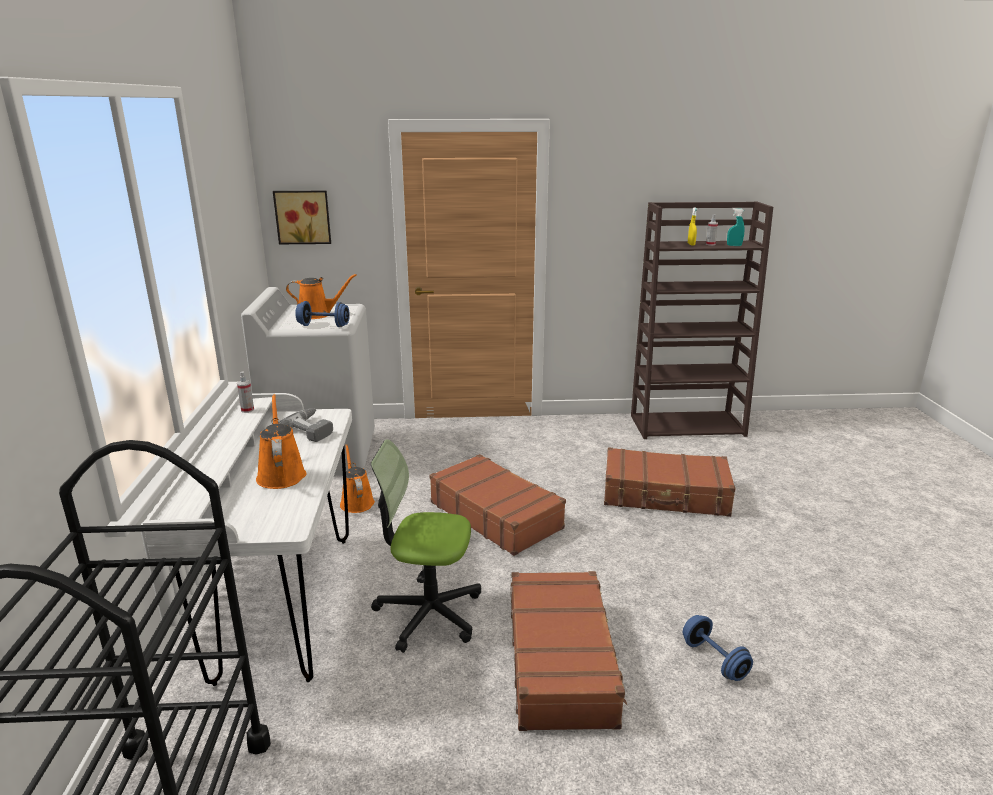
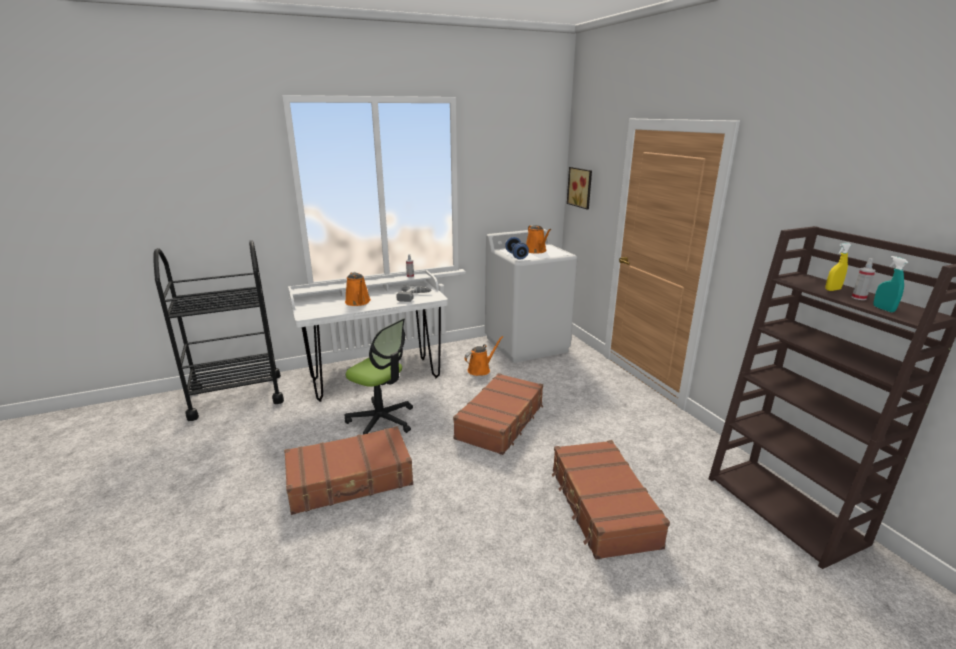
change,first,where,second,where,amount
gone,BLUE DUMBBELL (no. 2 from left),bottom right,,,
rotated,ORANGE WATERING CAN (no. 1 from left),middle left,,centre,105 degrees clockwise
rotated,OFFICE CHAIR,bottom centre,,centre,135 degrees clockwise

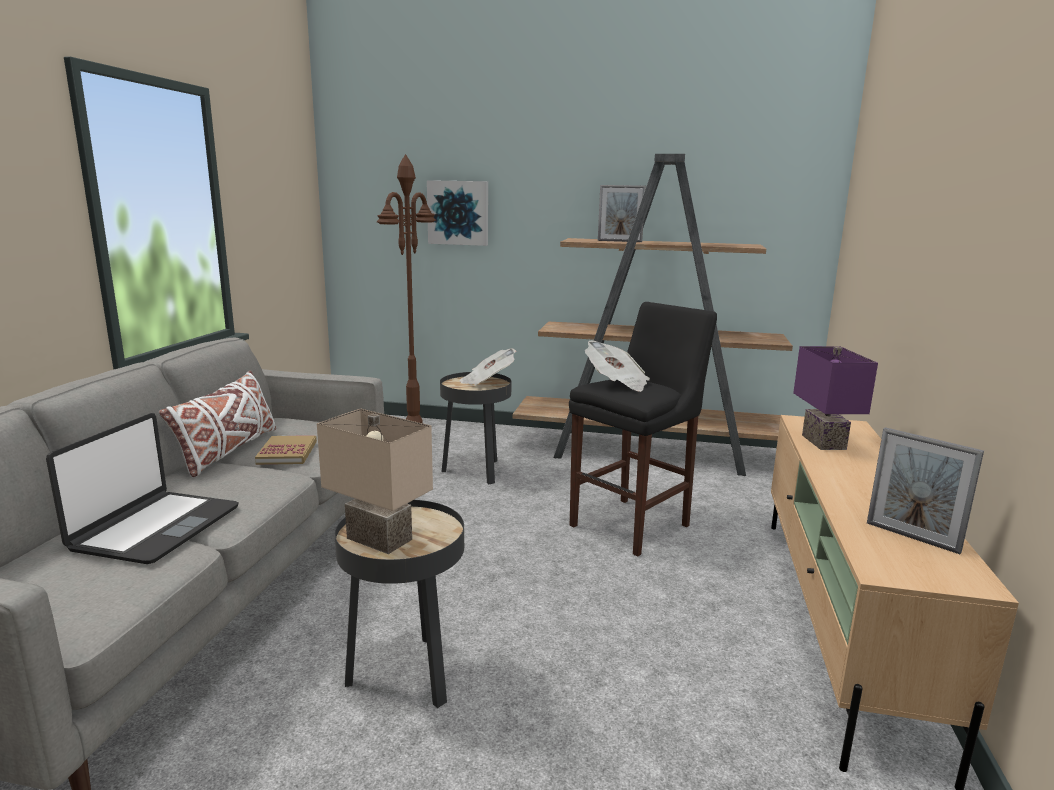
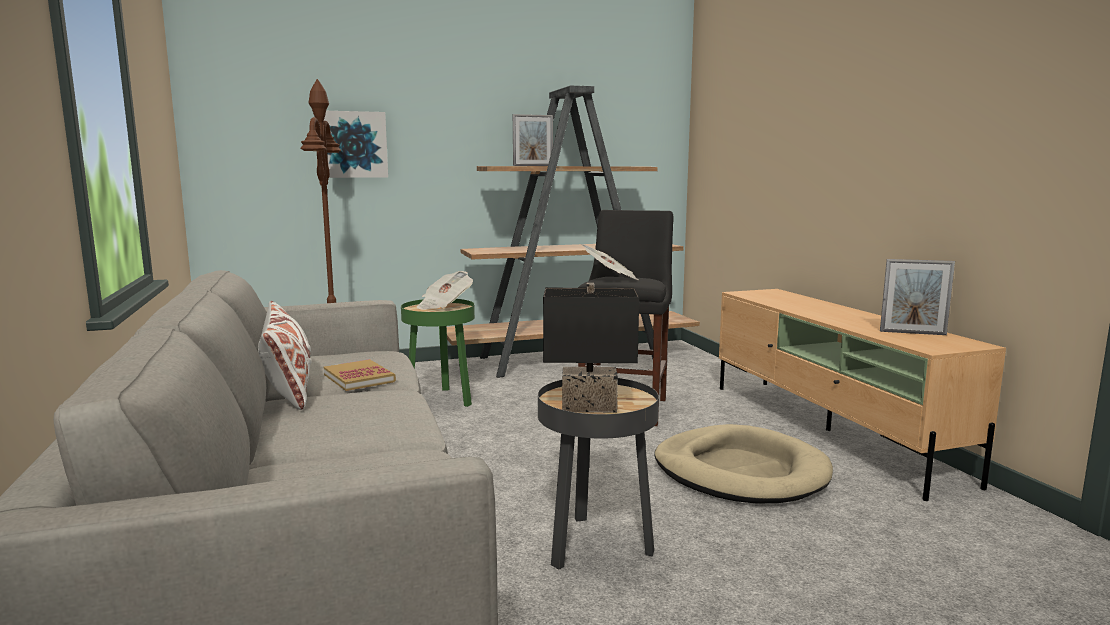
change,first,where,second,where,amount
gone,LAPTOP,middle left,,,
gone,PURPLE TABLE LAMP,middle right,,,
new,,,BEIGE DOG BED,bottom right,
repainted,BEIGE TABLE LAMP,centre,BLACK TABLE LAMP,centre,
repainted,BLACK SIDE TABLE (no. 2 from left),centre,GREEN SIDE TABLE,centre,

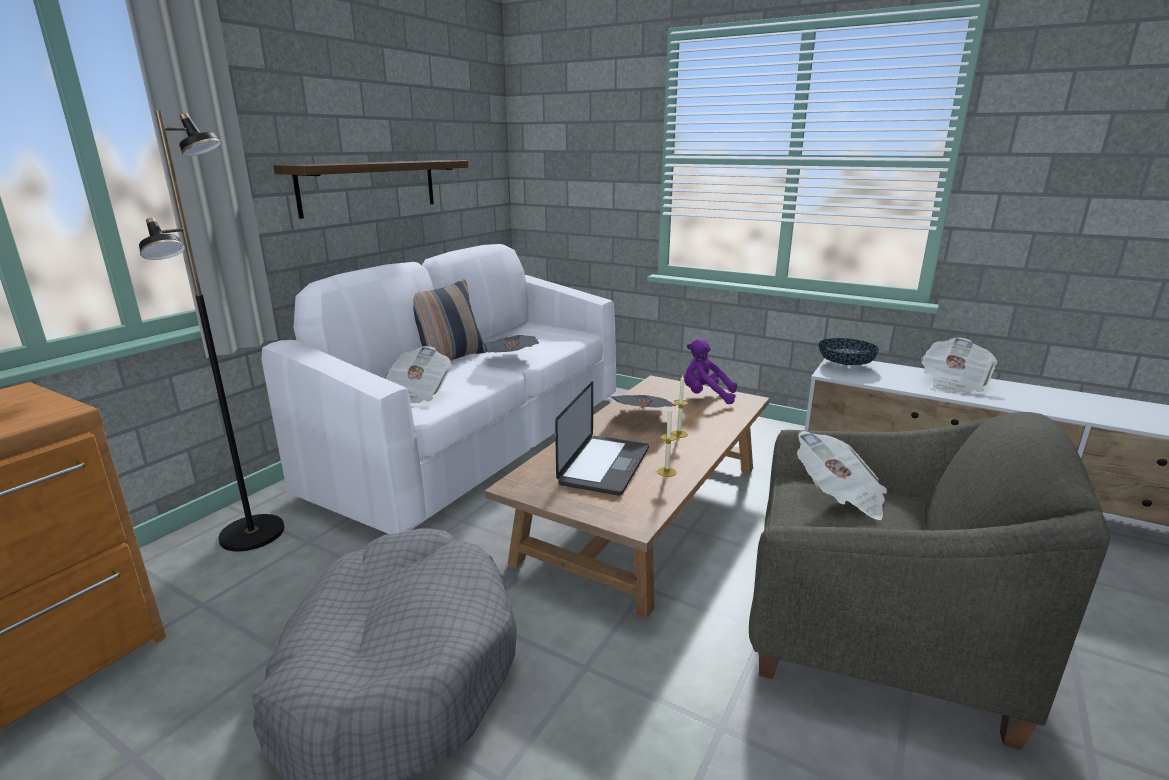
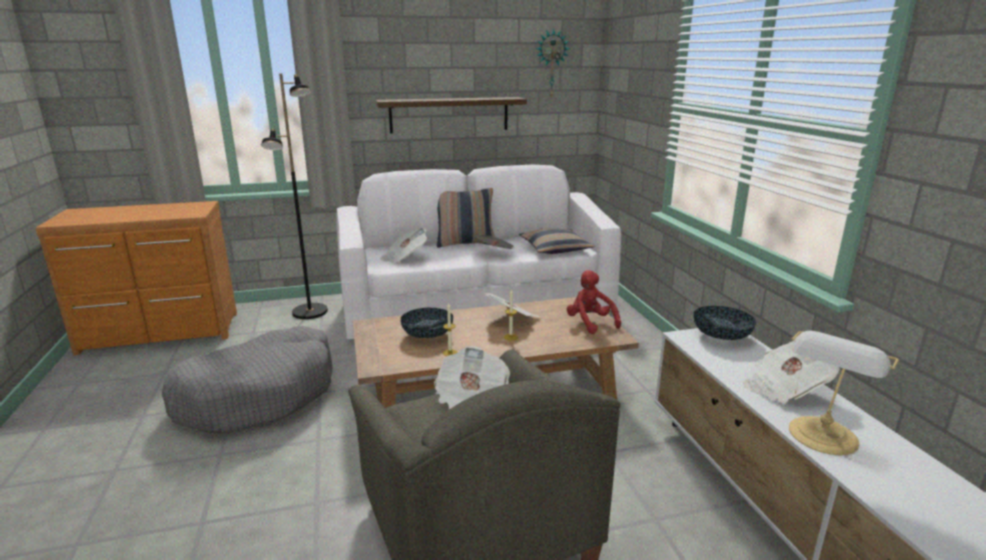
change,first,where,second,where,amount
new,,,PILLOW (no. 2 from left),centre,
new,,,WALL CLOCK,top centre,
new,,,TABLE LAMP,bottom right,
swapped,LAPTOP,centre,BOWL (no. 1 from left),centre,
repainted,PURPLE PLUSH TOY,centre,RED PLUSH TOY,centre,

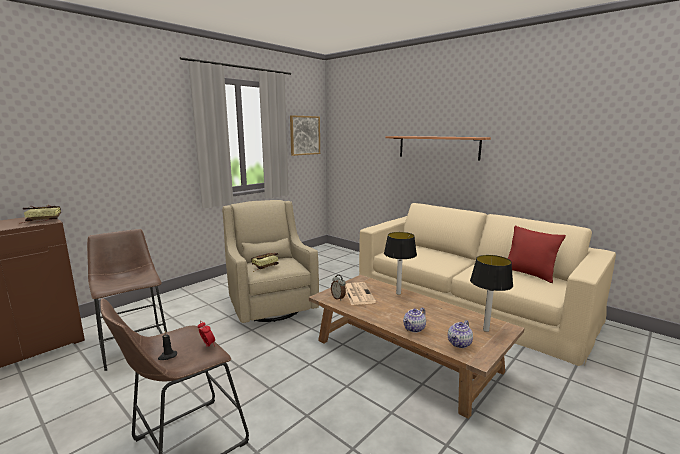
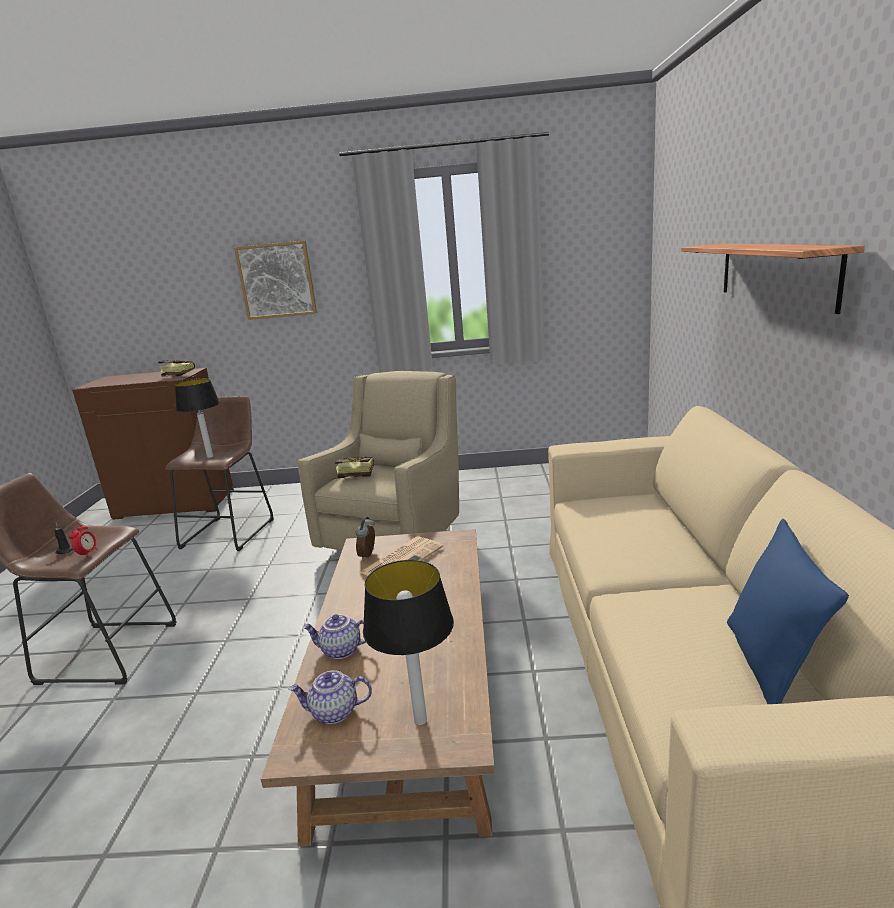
change,first,where,second,where,amount
shifted,PICTURE,top centre,,top left,
shifted,TABLE LAMP (no. 1 from left),centre,,middle left,
repainted,RED PILLOW,middle right,BLUE PILLOW,bottom right,

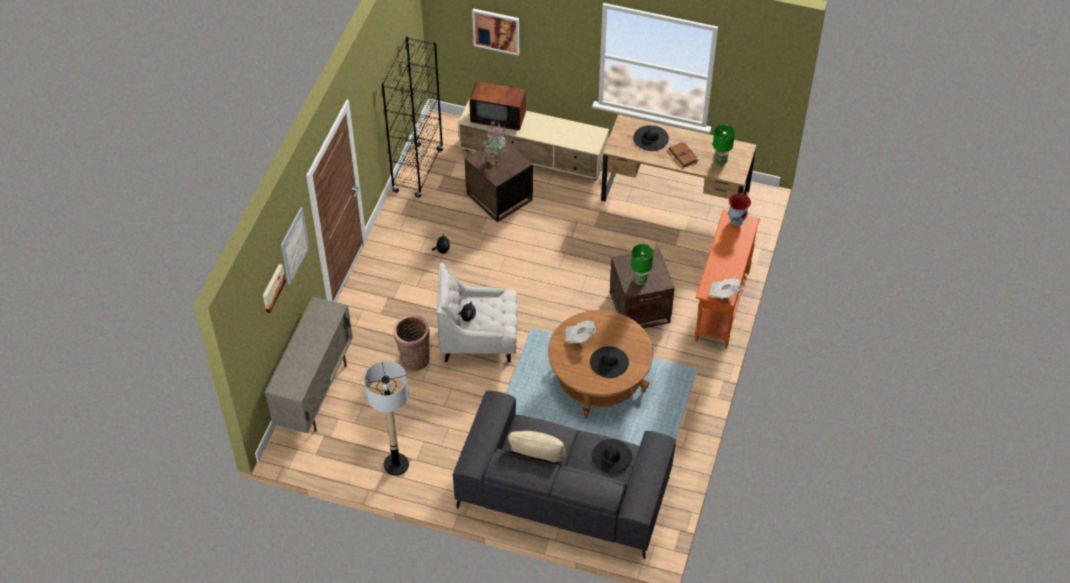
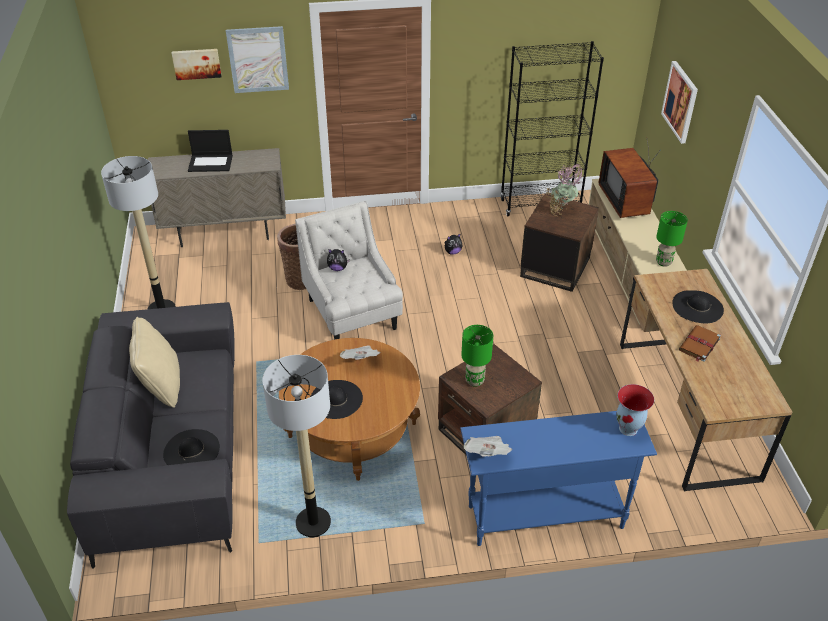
change,first,where,second,where,amount
new,,,LAPTOP,top left,
new,,,FLOOR LAMP (no. 2 from left),bottom centre,
shifted,GREEN TABLE LAMP (no. 2 from left),top right,,middle right,
repainted,ORANGE CONSOLE TABLE,middle right,BLUE CONSOLE TABLE,bottom right,

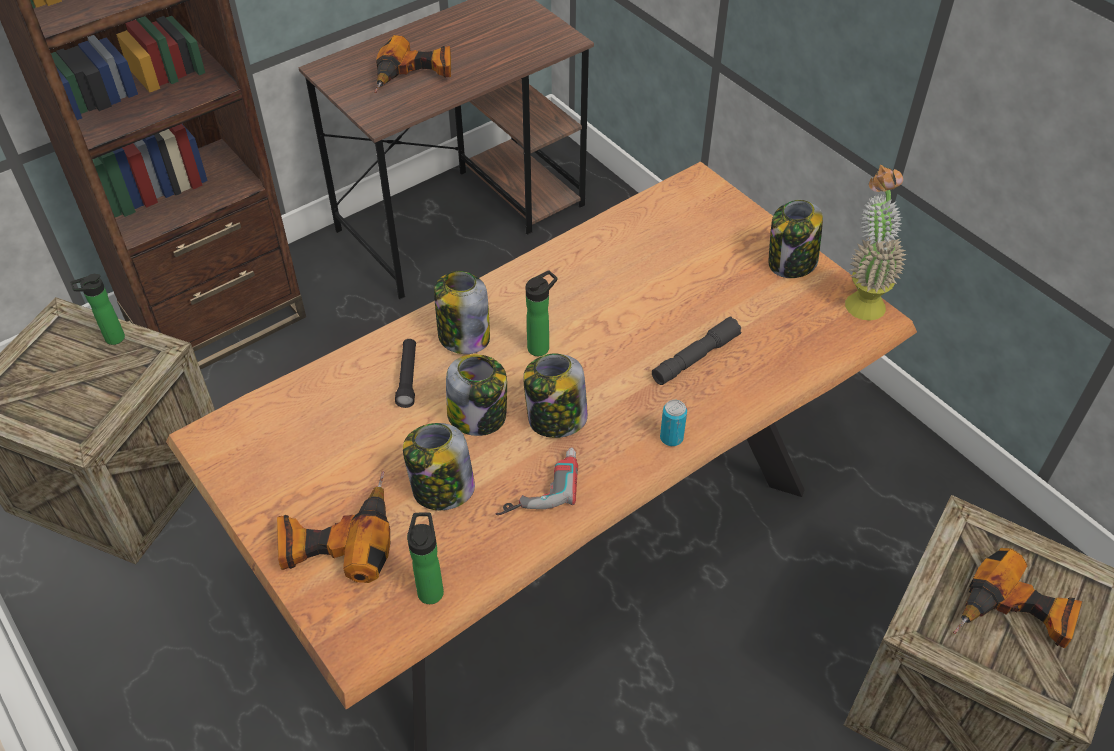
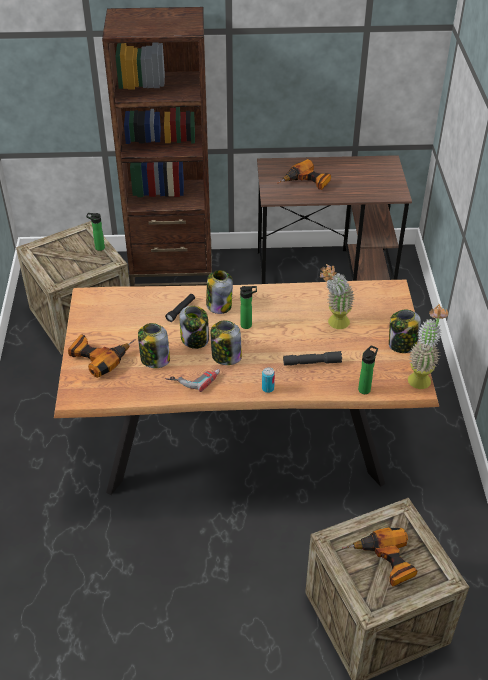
change,first,where,second,where,amount
new,,,POTTED PLANT (no. 1 from left),middle right,
shifted,BOTTLE (no. 2 from left in the first image),bottom centre,BOTTLE (no. 3 from left),middle right,

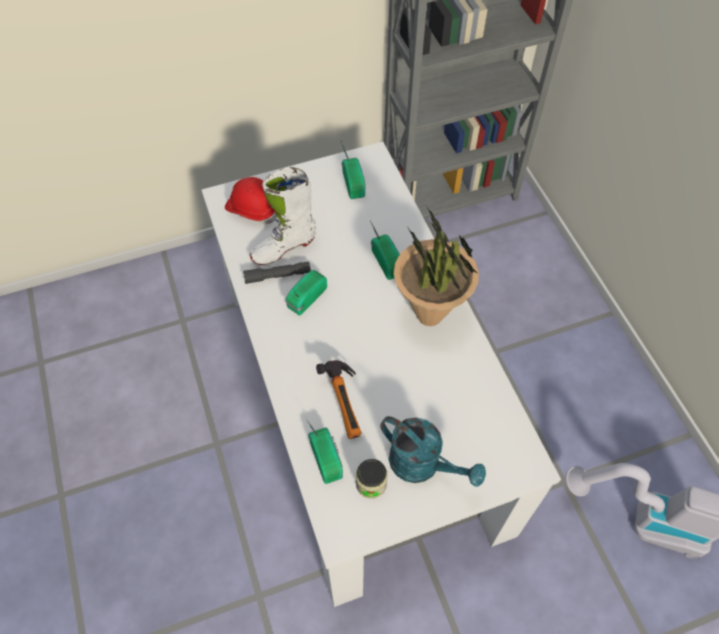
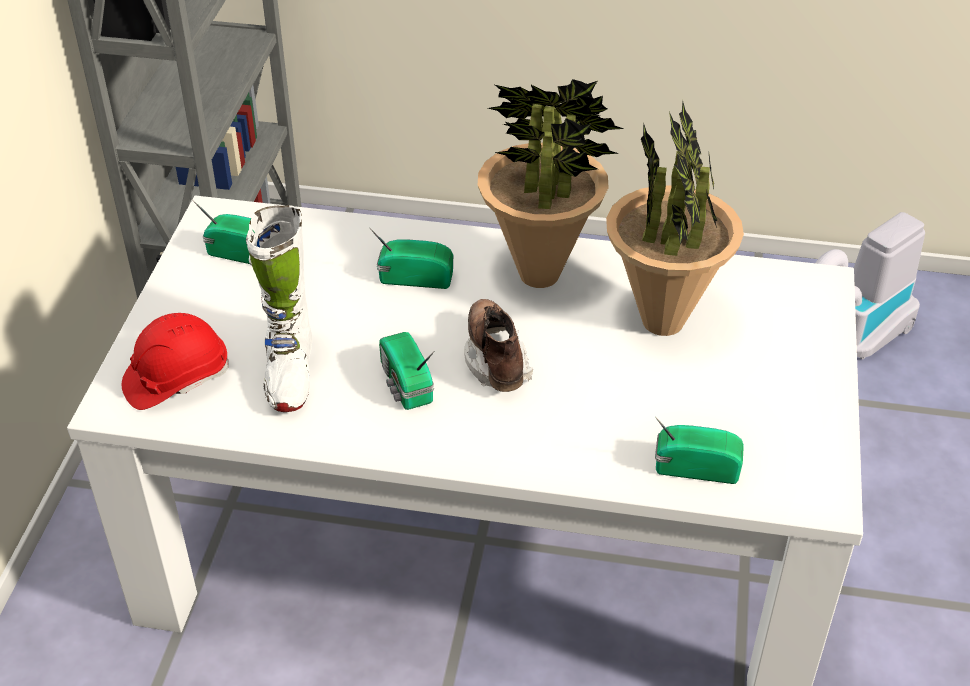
change,first,where,second,where,amount
gone,GREY FLASHLIGHT,centre,,,
gone,HAMMER,centre,,,
gone,JAR,bottom centre,,,
gone,TURQUOISE WATERING CAN,bottom centre,,,
new,,,BROWN BOOT,centre,
new,,,POTTED PLANT (no. 2 from left),top right,

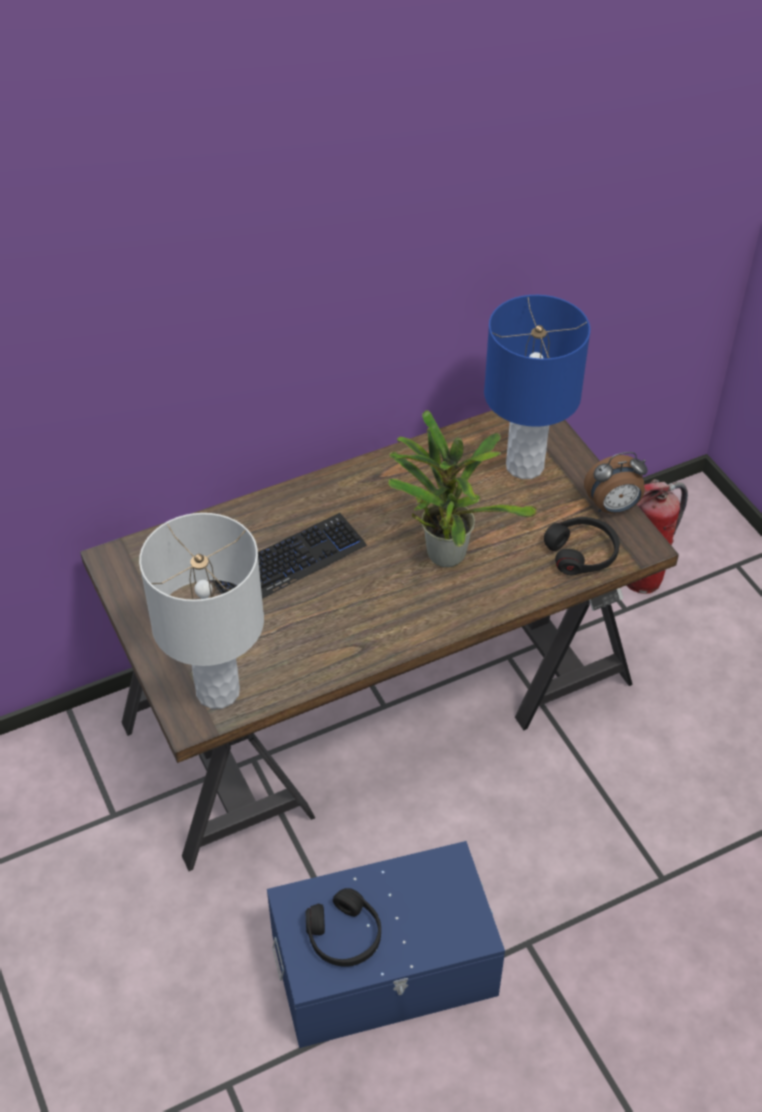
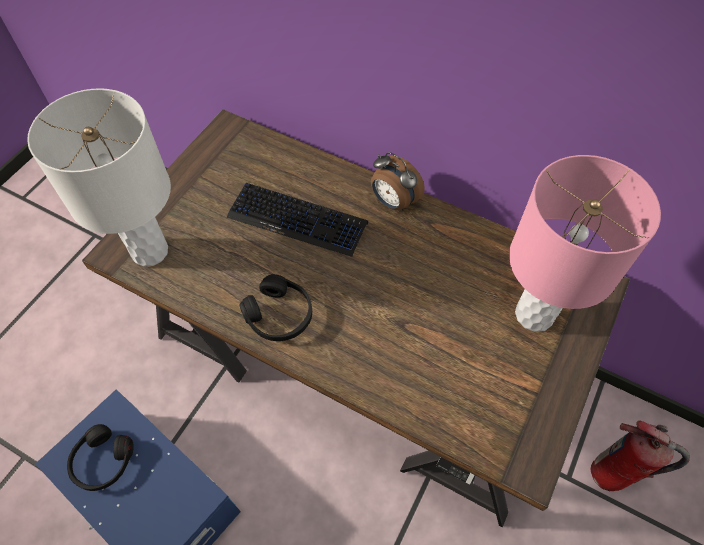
change,first,where,second,where,amount
gone,POTTED PLANT,centre,,,
shifted,BLACK HEADPHONES (no. 2 from left),middle right,,centre,
shifted,ALARM CLOCK,middle right,,top centre,
repainted,BLUE TABLE LAMP,middle right,PINK TABLE LAMP,middle right,

